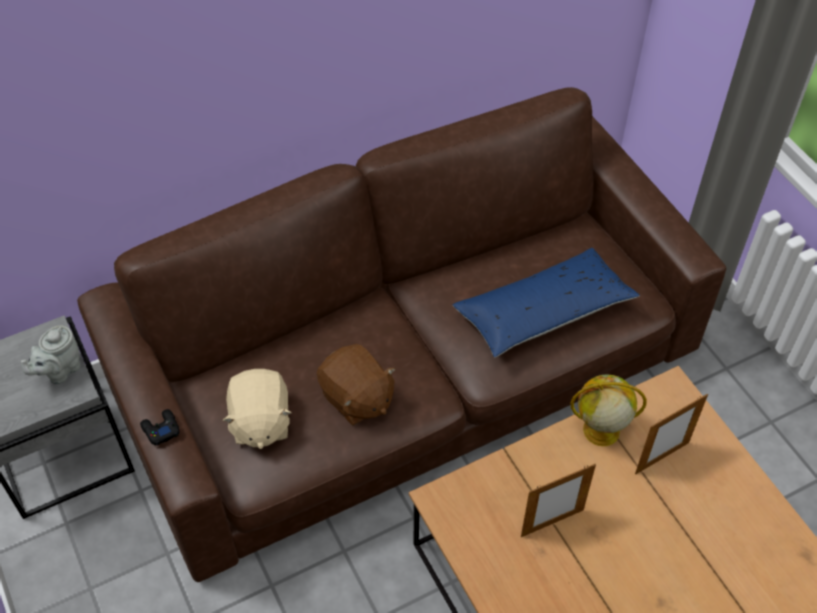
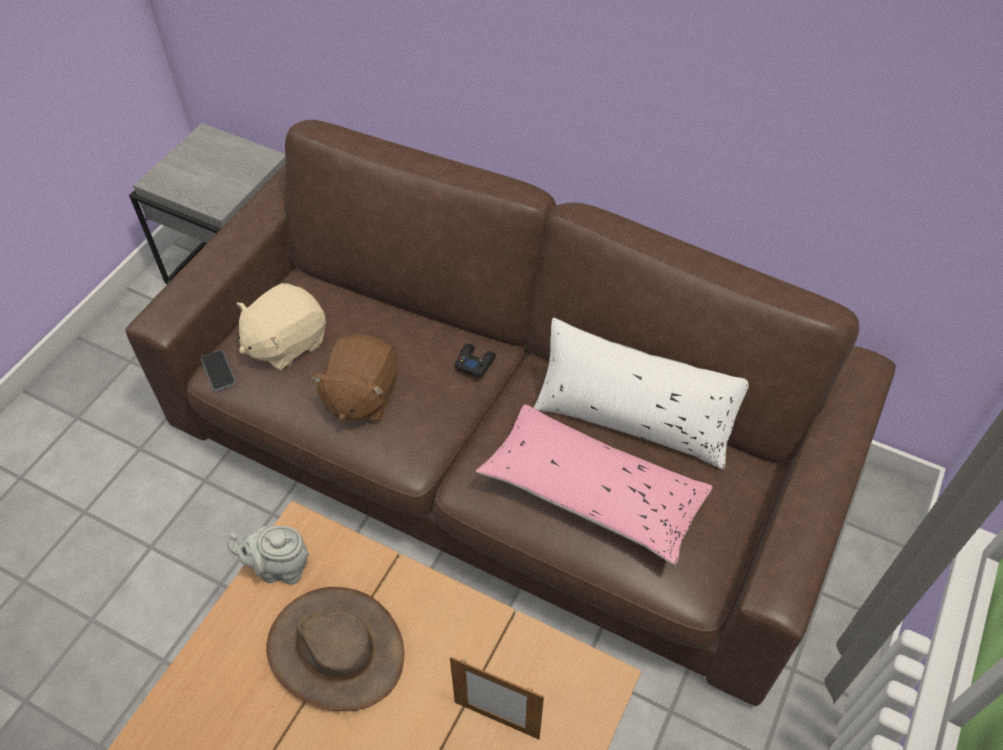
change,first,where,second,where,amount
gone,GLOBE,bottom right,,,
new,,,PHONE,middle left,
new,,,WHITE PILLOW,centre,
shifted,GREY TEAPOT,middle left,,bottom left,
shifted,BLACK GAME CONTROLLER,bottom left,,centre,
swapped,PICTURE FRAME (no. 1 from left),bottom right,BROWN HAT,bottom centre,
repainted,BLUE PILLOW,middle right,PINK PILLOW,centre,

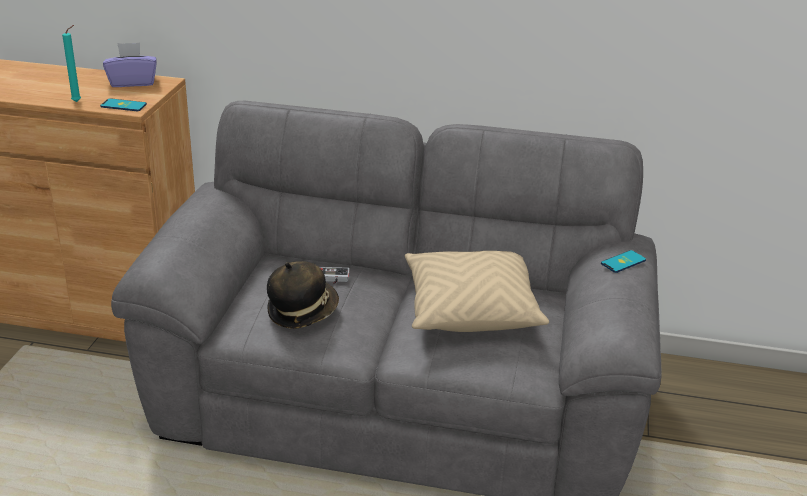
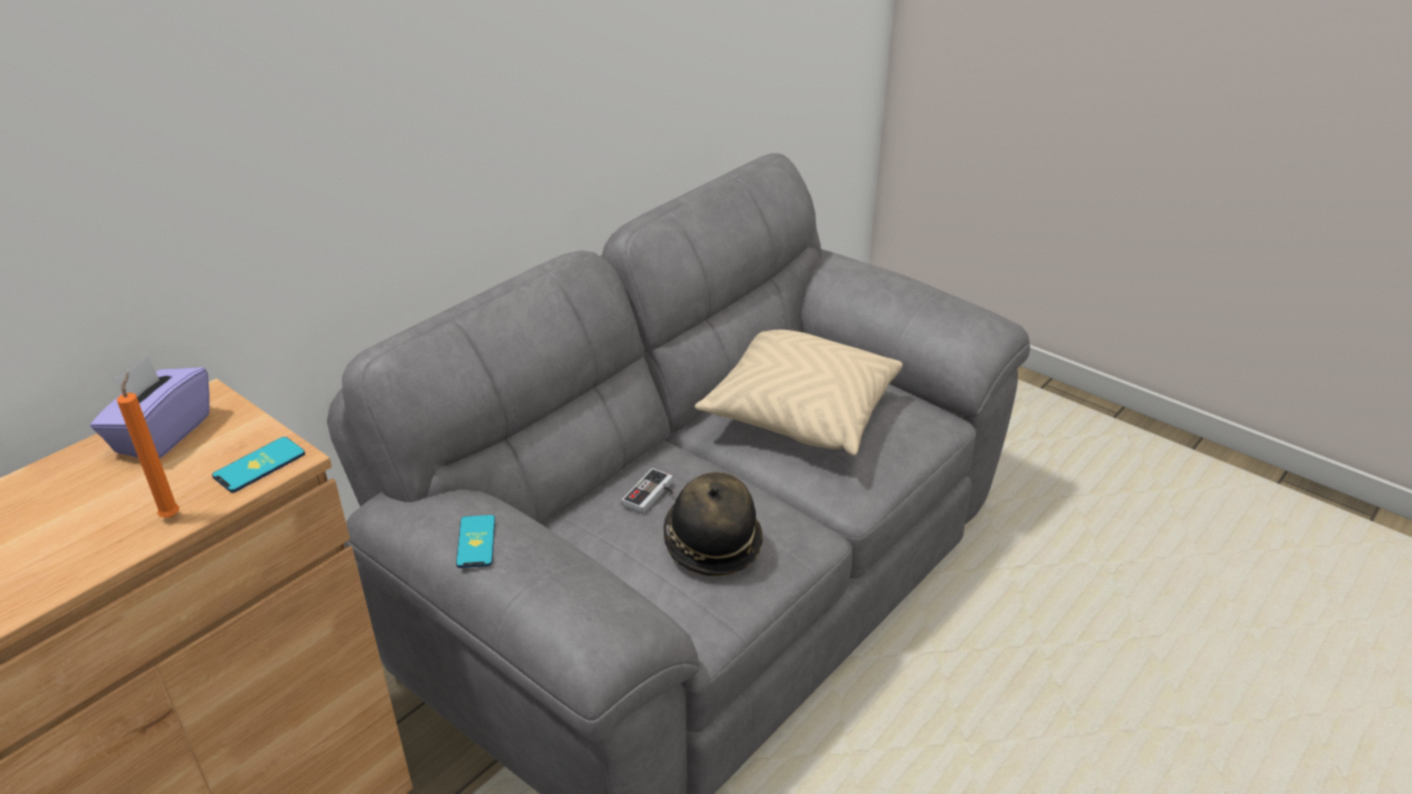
change,first,where,second,where,amount
shifted,PHONE (no. 2 from left),middle right,,bottom centre,
repainted,TURQUOISE CANDLE,top left,ORANGE CANDLE,middle left,

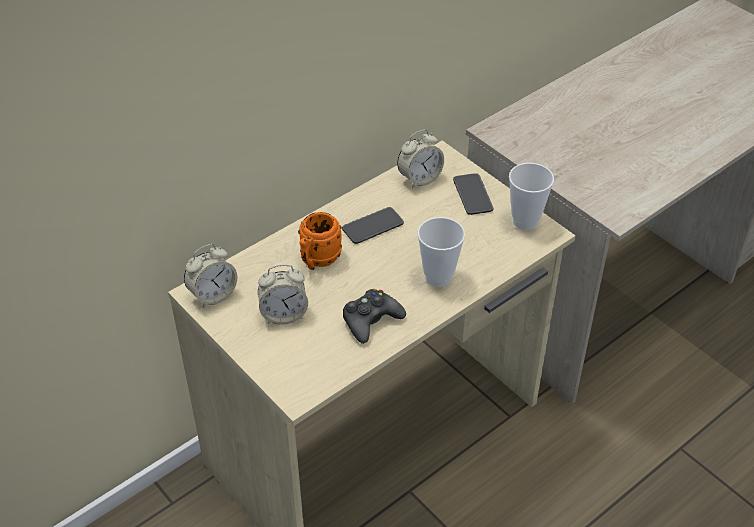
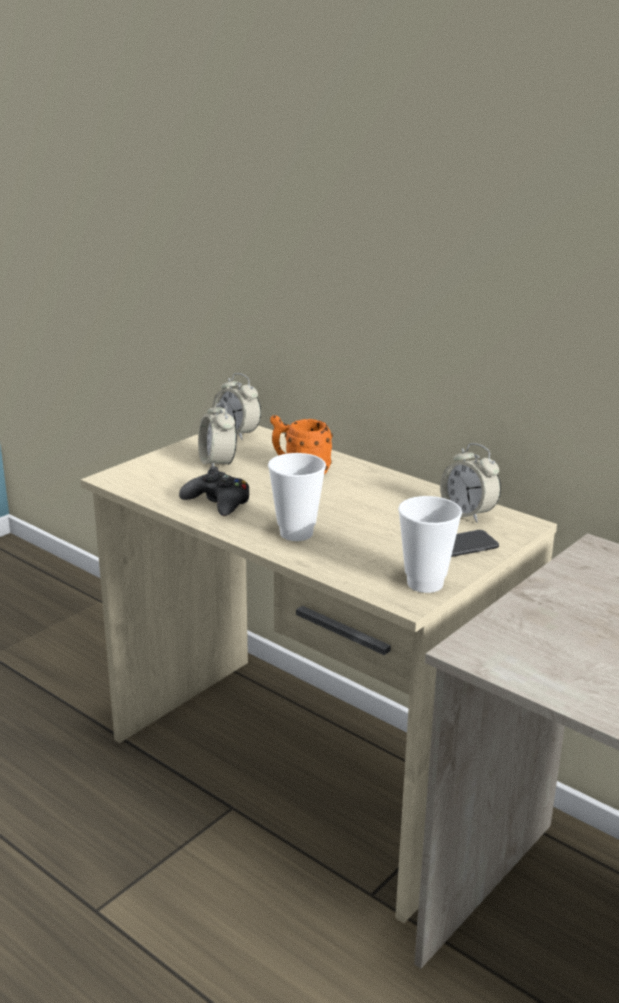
change,first,where,second,where,amount
gone,PHONE (no. 1 from left),centre,,,

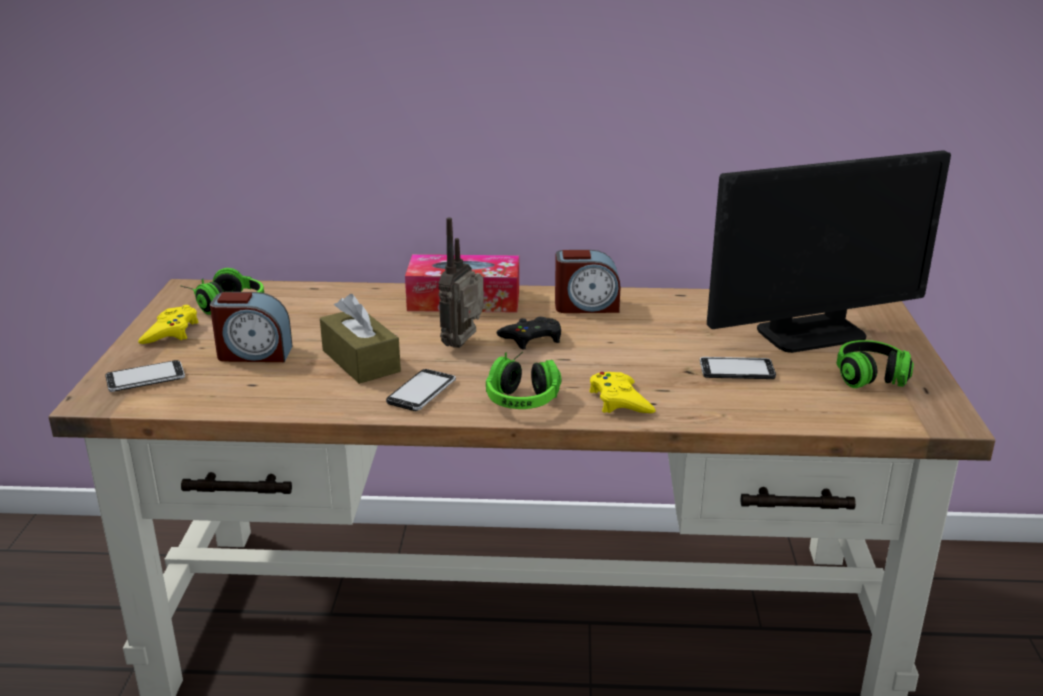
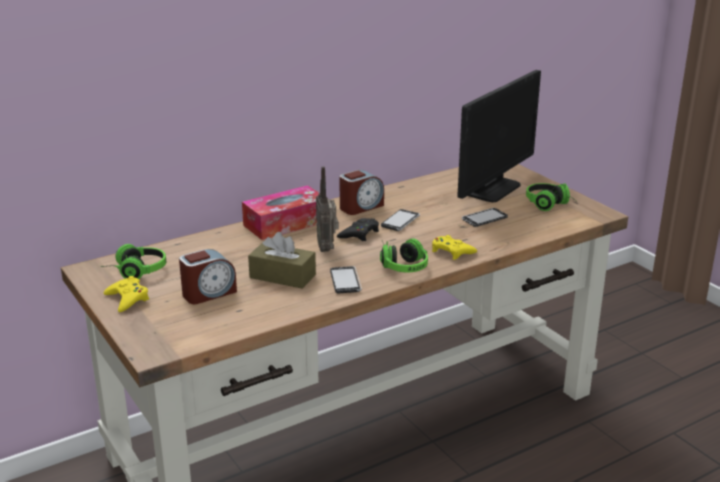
change,first,where,second,where,amount
shifted,PHONE (no. 1 from left in the first image),middle left,PHONE (no. 2 from left),centre,

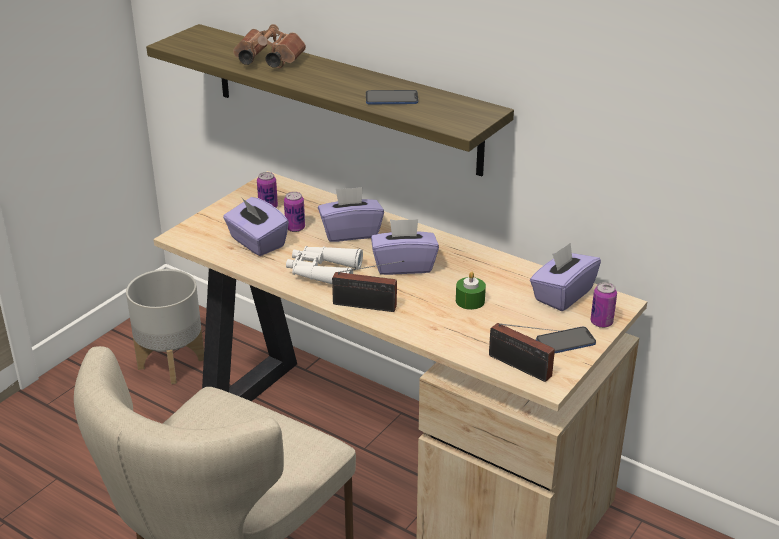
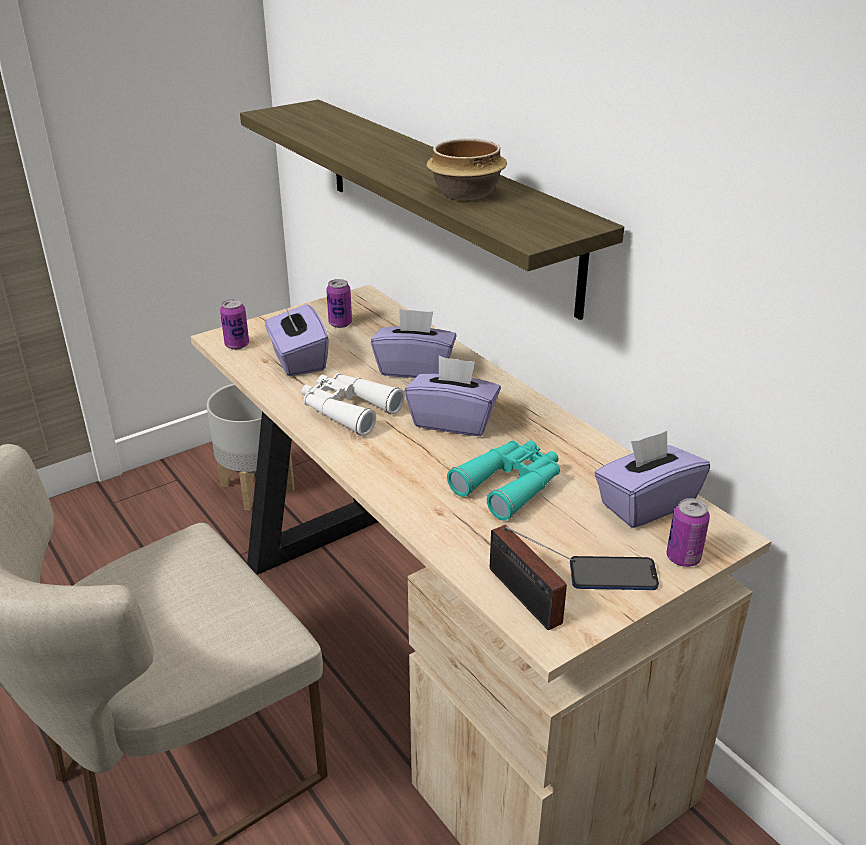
change,first,where,second,where,amount
gone,BROWN BINOCULARS,top centre,,,
gone,RADIO (no. 1 from left),centre,,,
shifted,CAN (no. 2 from left in the first image),centre,CAN (no. 1 from left),middle left,
swapped,PHONE (no. 1 from left),top centre,BOWL,top centre,
swapped,GREEN CANDLE,centre,TURQUOISE BINOCULARS,centre,

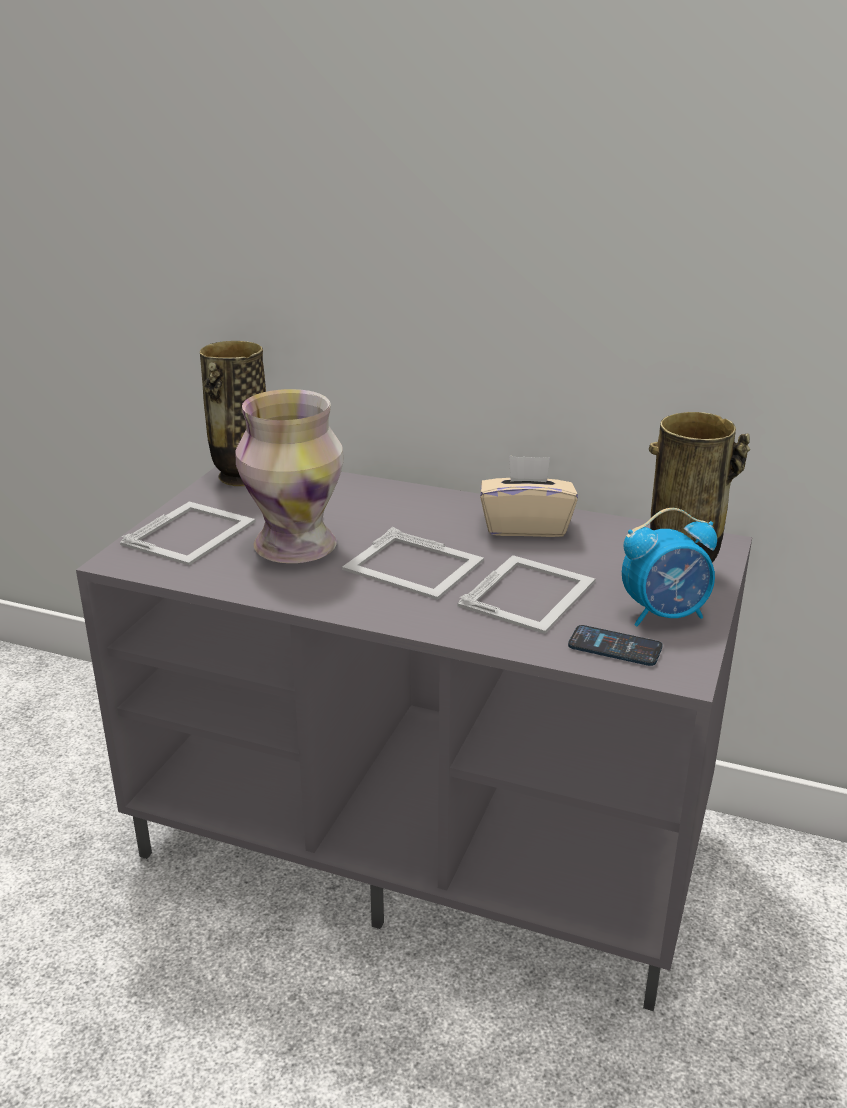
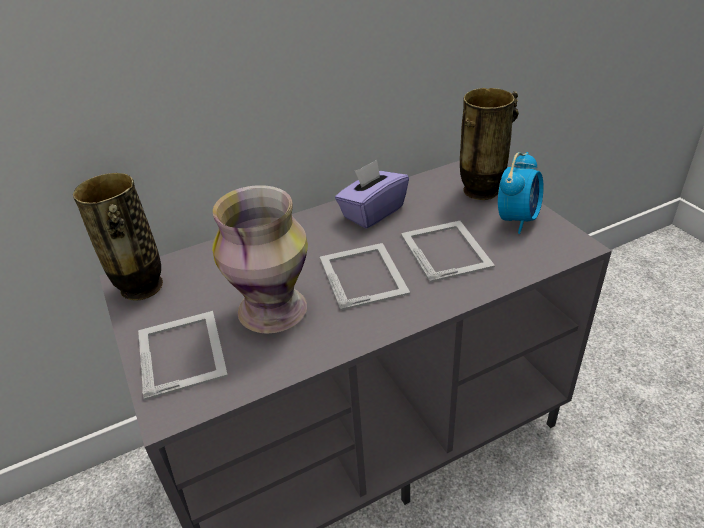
change,first,where,second,where,amount
gone,PHONE,middle right,,,
repainted,BEIGE TISSUE BOX,centre,PURPLE TISSUE BOX,centre,
rotated,PICTURE FRAME (no. 2 from left),centre,,centre,90 degrees counterclockwise

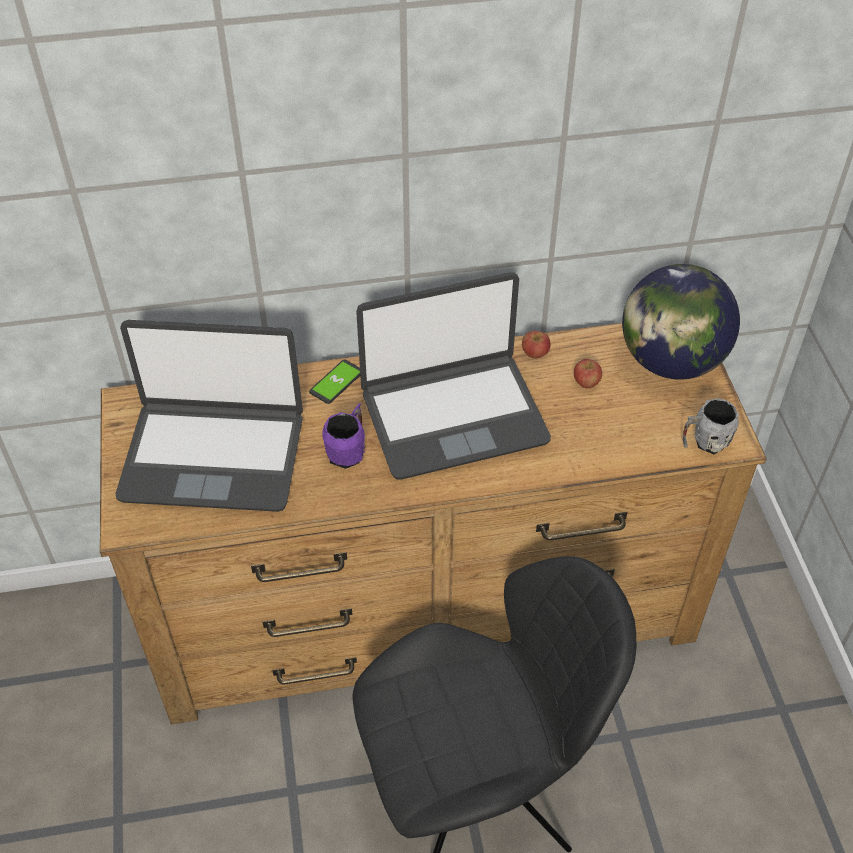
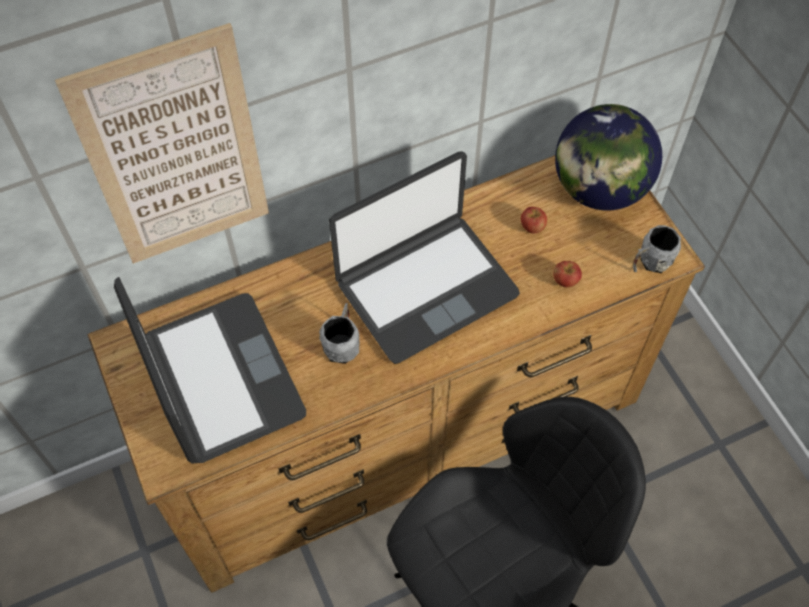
change,first,where,second,where,amount
gone,PHONE,centre,,,
new,,,PICTURE,top left,
shifted,APPLE (no. 1 from left in the first image),centre,APPLE (no. 2 from left),middle right,
repainted,PURPLE MUG,centre,GREY MUG (no. 1 from left),centre,
rotated,LAPTOP (no. 1 from left),middle left,,middle left,105 degrees counterclockwise

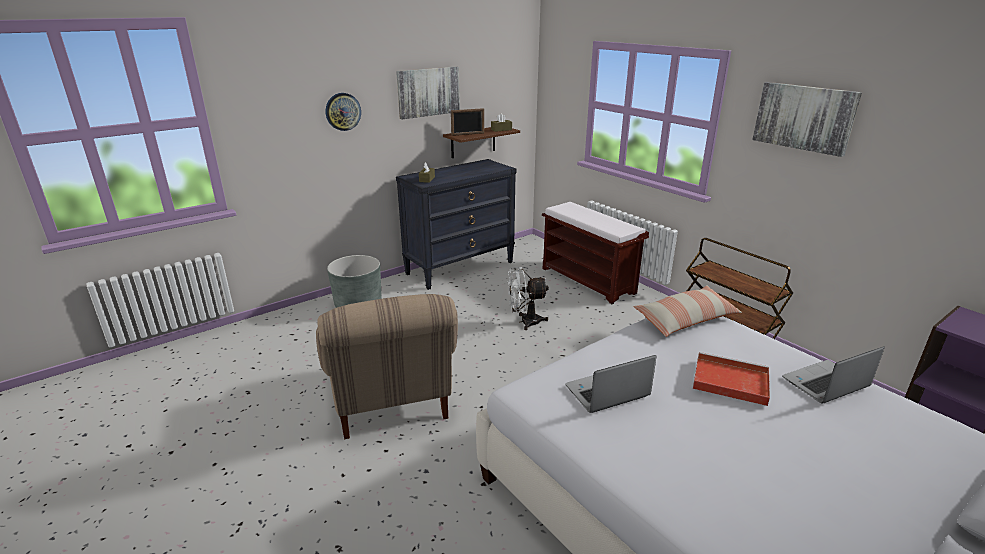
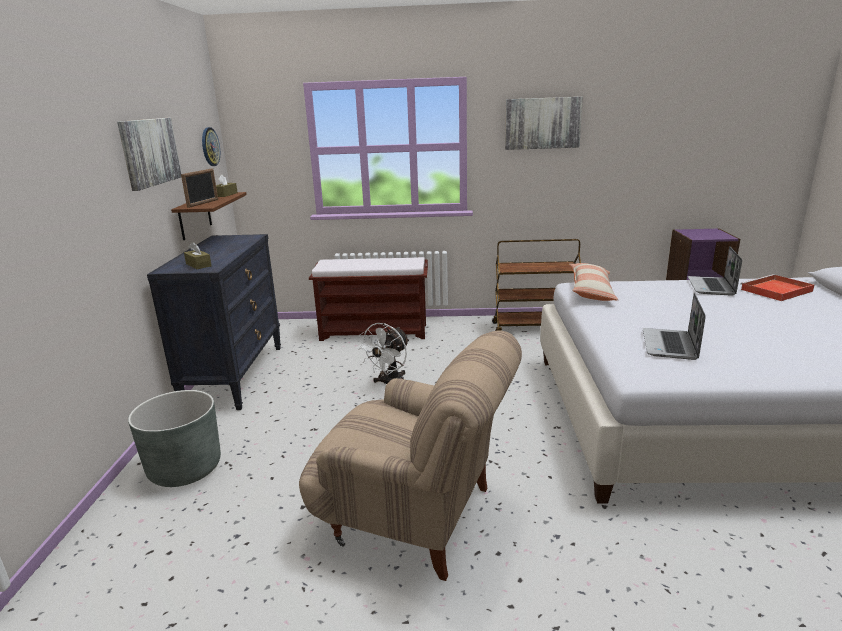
change,first,where,second,where,amount
shifted,WALL CLOCK,top centre,,top left,
shifted,RED TRAY,bottom right,,middle right,

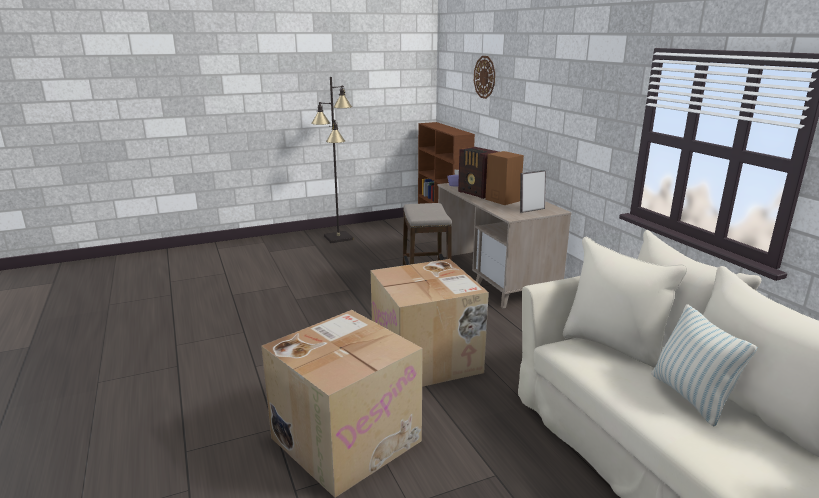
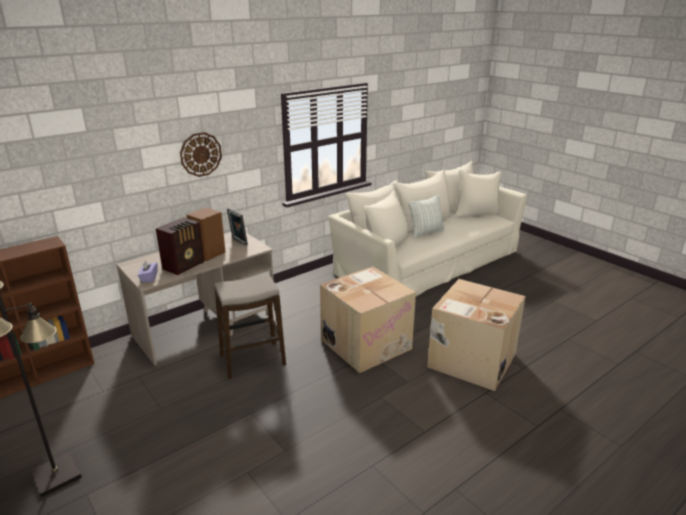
change,first,where,second,where,amount
shifted,WALL CLOCK,top centre,,top left,

